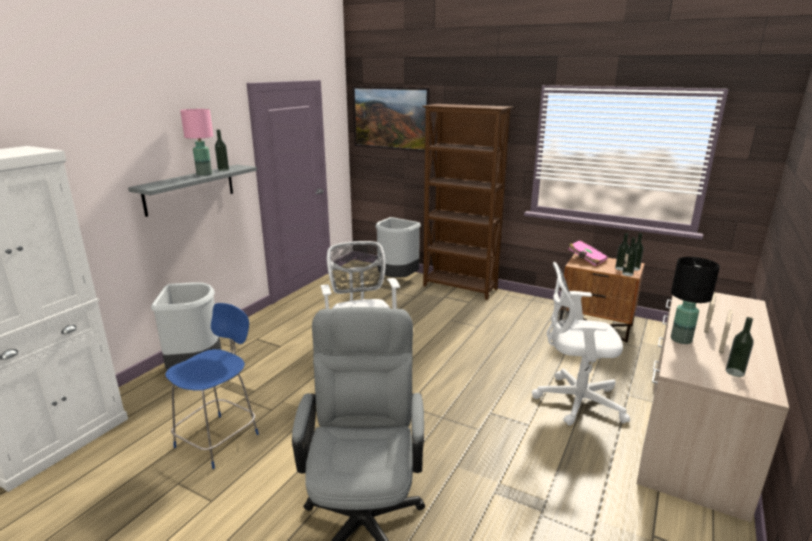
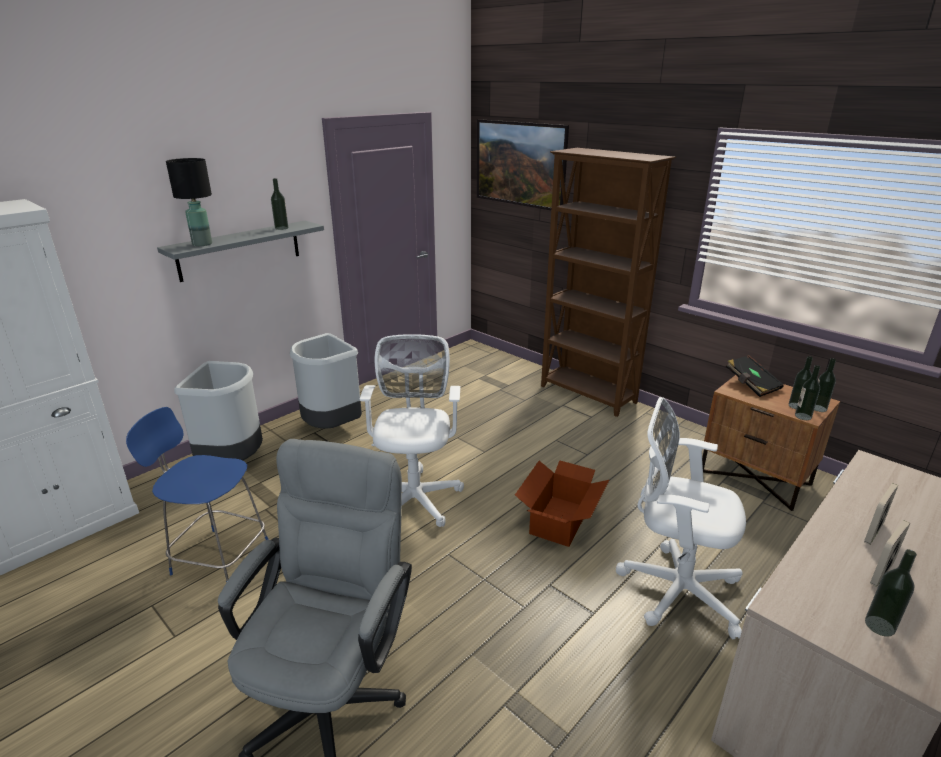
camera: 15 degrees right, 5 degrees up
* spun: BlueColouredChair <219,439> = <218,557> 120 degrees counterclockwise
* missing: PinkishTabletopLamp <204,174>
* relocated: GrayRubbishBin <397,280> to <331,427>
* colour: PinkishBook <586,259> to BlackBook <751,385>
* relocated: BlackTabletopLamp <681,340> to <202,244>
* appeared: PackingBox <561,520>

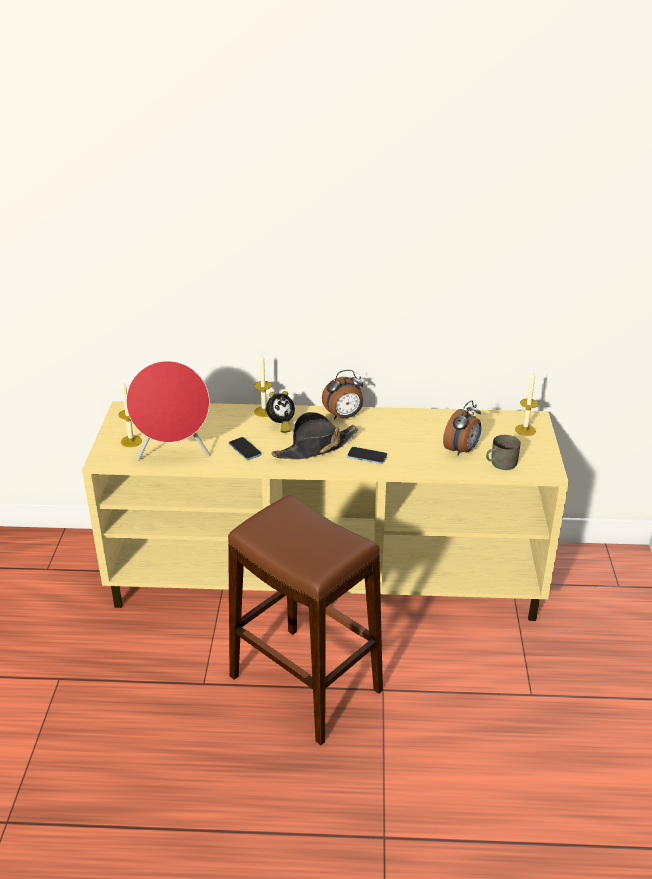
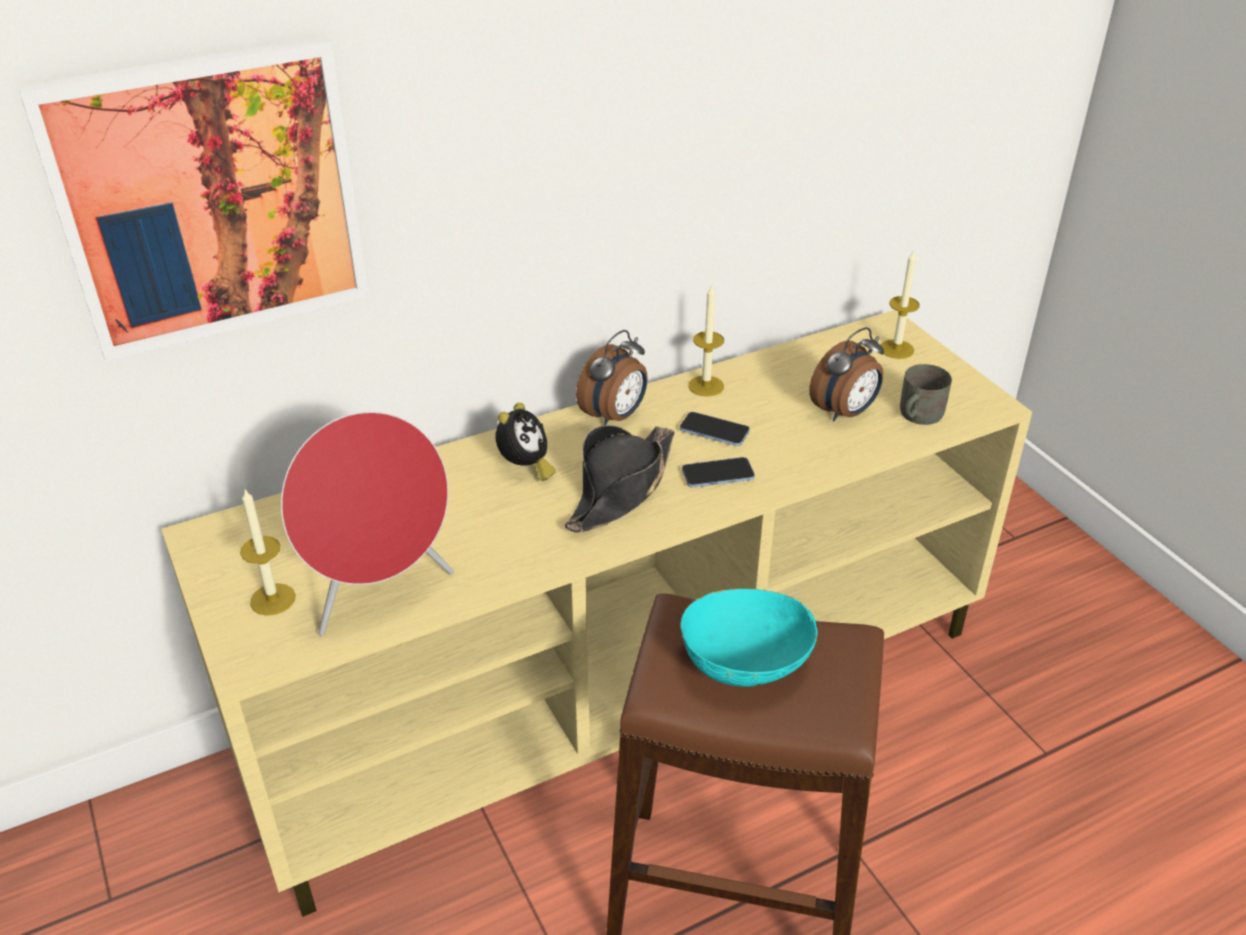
camera: 30 degrees left, 5 degrees up
* relocated: Phone <245,449> to <714,431>
* relocated: Candle <264,411> to <706,386>
* spun: TableClock <462,450> = <845,413> 45 degrees clockwise
* appeared: Picture <210,198>
* appeared: TurquoiseBowl <745,662>

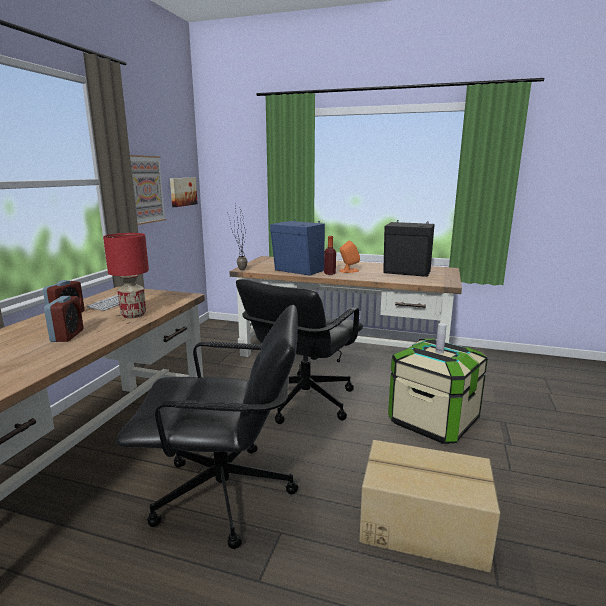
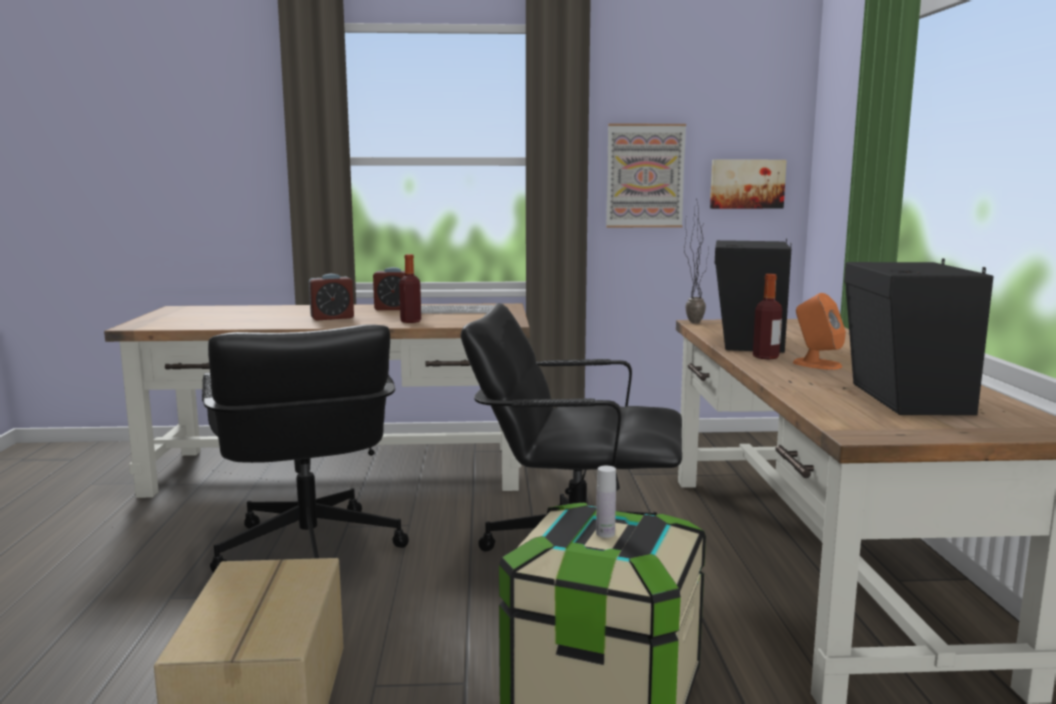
camera: 70 degrees right, 5 degrees down
* exchanged: RedColouredTabletopLamp <133,315> to BeverageBottle <411,321>
* colour: BlueColouredLoudspeaker <298,271> to BlackLoudspeaker <747,342>

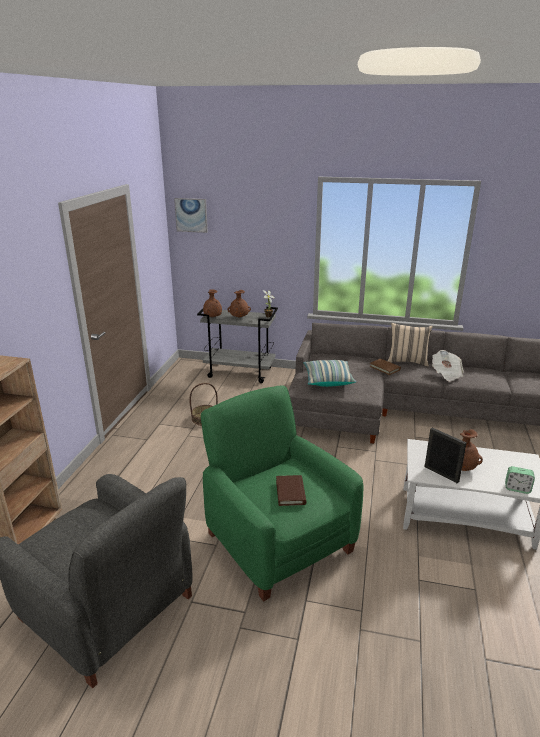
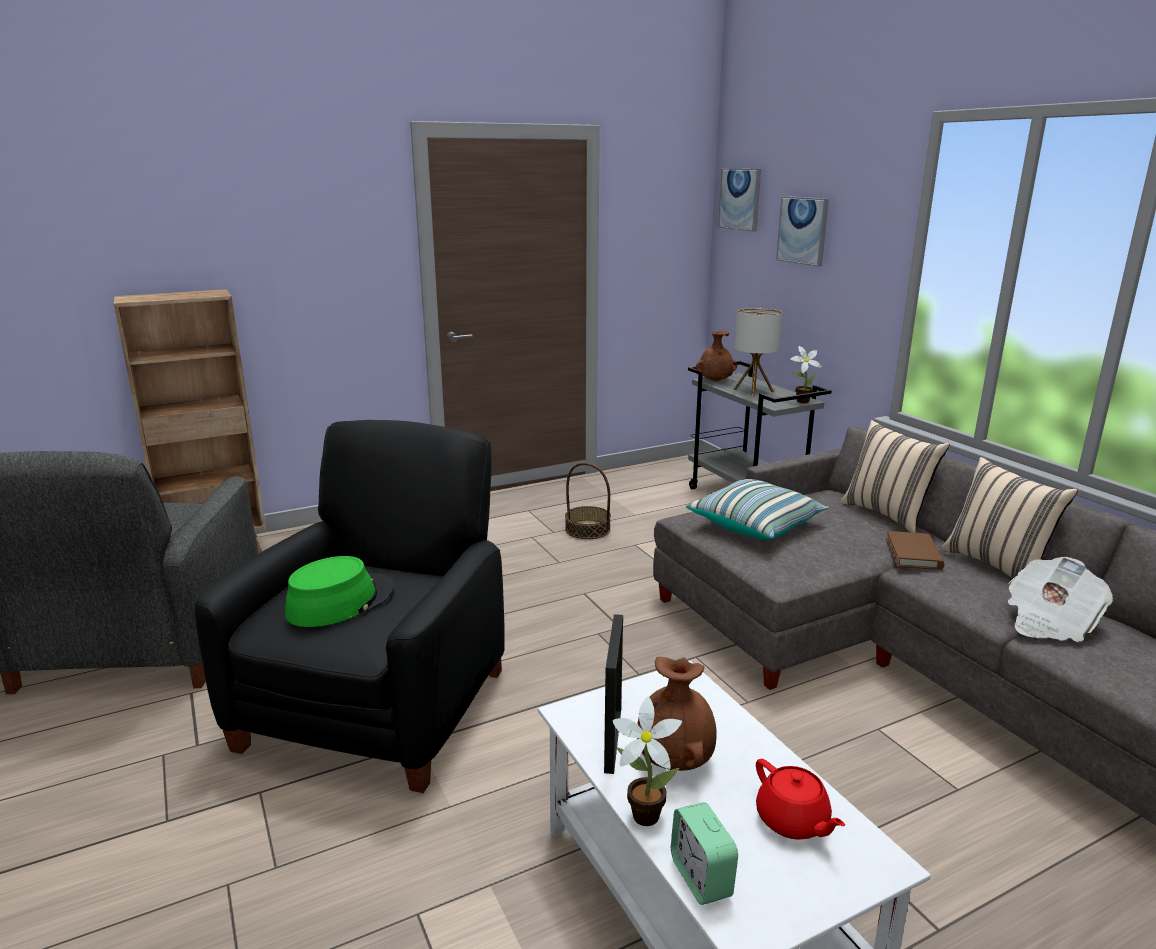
camera: 50 degrees right, 5 degrees down
* colour: GreenColouredArmchair <278,540> to BlackArmchair <378,706>
* exchanged: BrownDecorativeVase <239,317> to TabletopLamp <753,390>
* exchanged: BrownBook <290,492> to GreenColouredHat <340,601>
* appeared: PlantInAPot <642,813>
* appeared: RedColouredTeapot <793,821>
* appeared: Picture <803,230>
* appeared: BeigePillow <887,514>

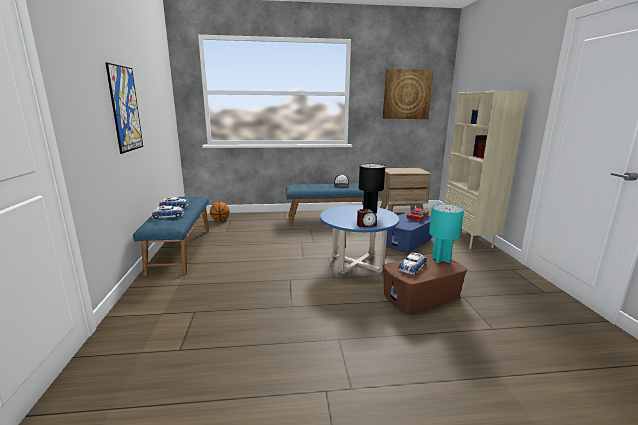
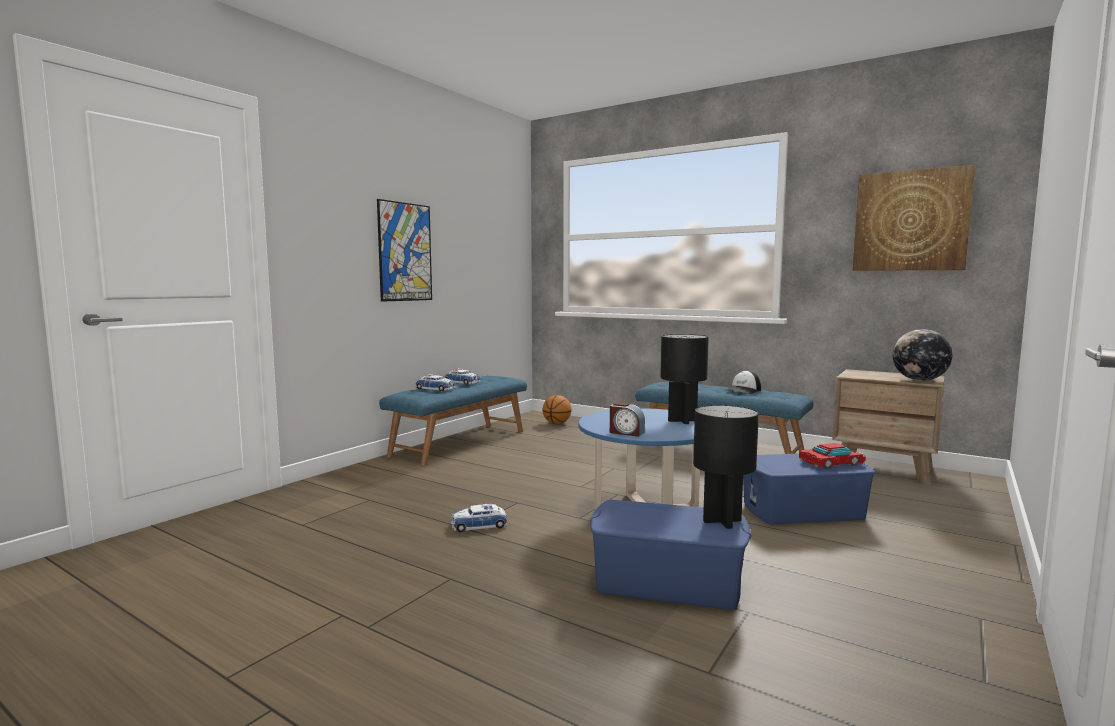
camera: 40 degrees right, 10 degrees down
* colour: BrownStorageBox <421,296> to BlueColouredStorageBox <667,583>
* relocated: ModelCar <412,267> to <479,525>
* colour: TurquoiseTabletopLamp <440,260> to BlackTabletopLamp <721,521>
* missing: BeigeBookcase <469,238>
* appeared: Globe <919,380>

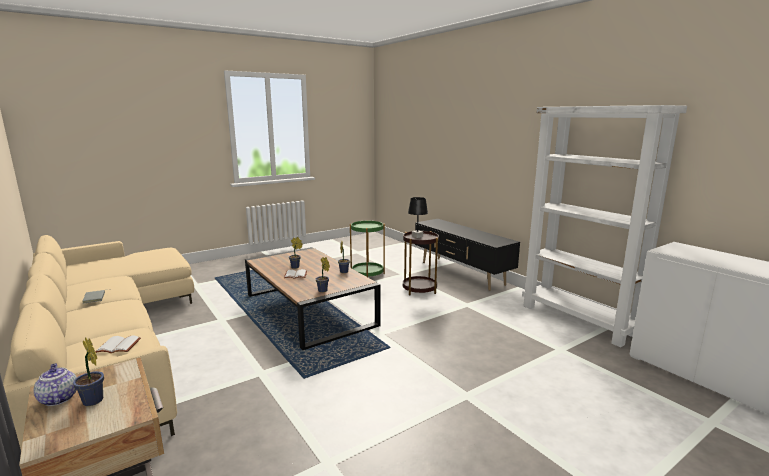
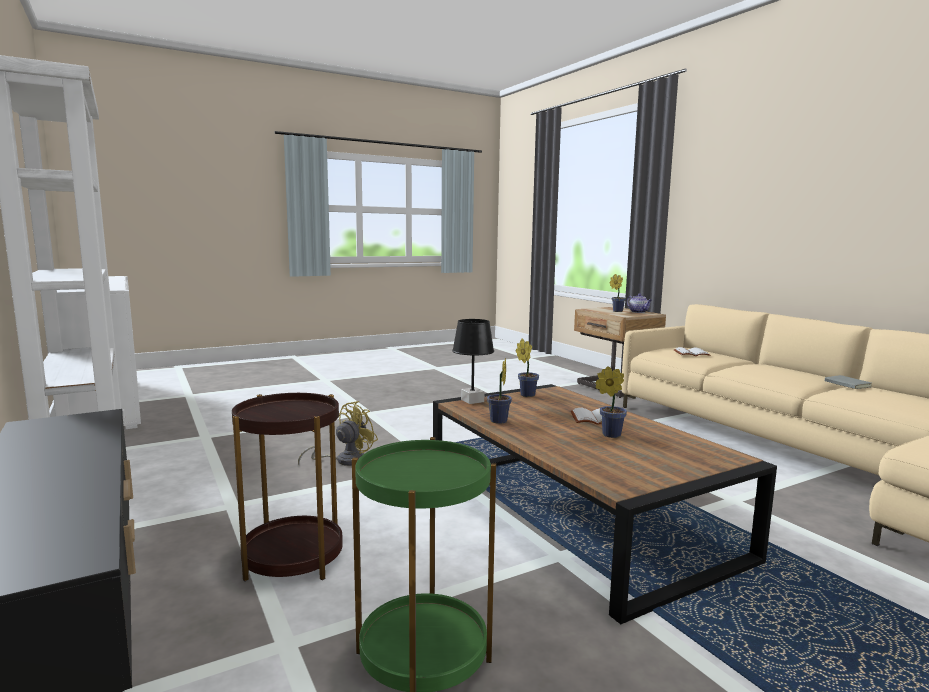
camera: 175 degrees left, 5 degrees down
* relocated: BlackTabletopLamp <417,236> to <472,400>
* appeared: YellowElectricFan <344,460>

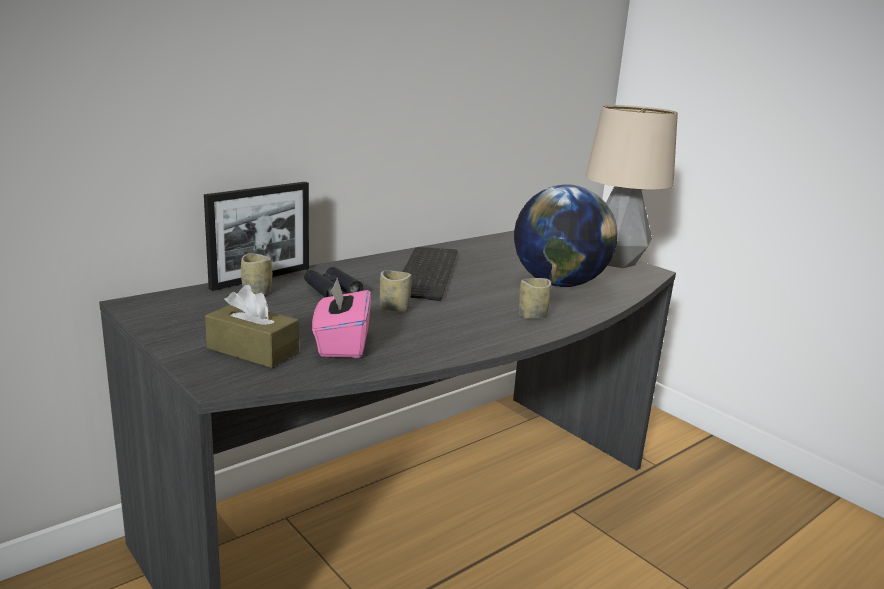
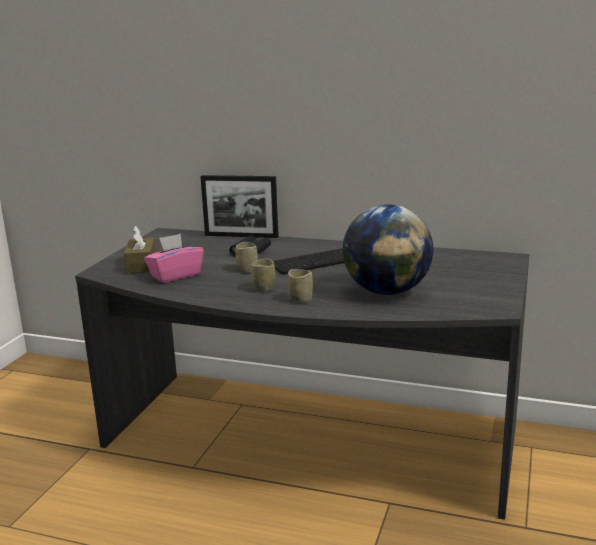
camera: 60 degrees right, 0 degrees up
* relocated: Cup <257,292> to <264,289>
* missing: TabletopLamp <616,262>

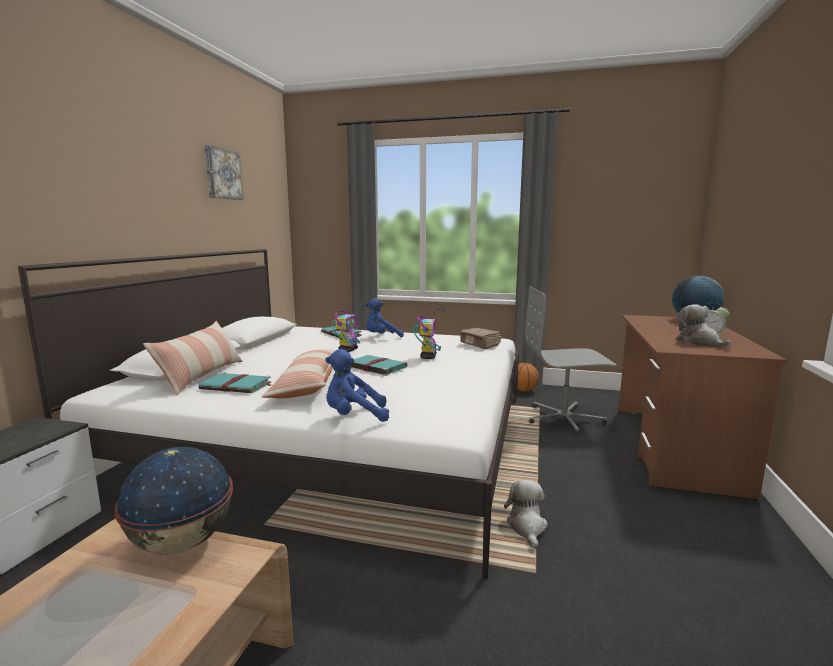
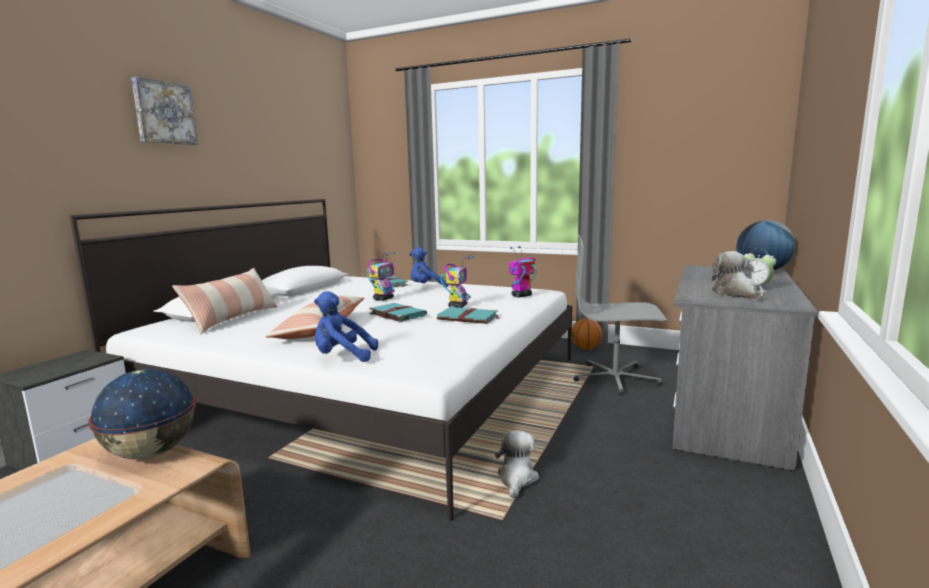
camera: 10 degrees right, 0 degrees up
* relocated: TurquoiseBook <237,386> to <469,318>
* relocated: Picture <222,174> to <164,113>
* exchanged: BrownBook <480,344> to ModelRobot <521,296>
* colour: BrownDeskTable <674,447> to GrayDeskTable <726,412>

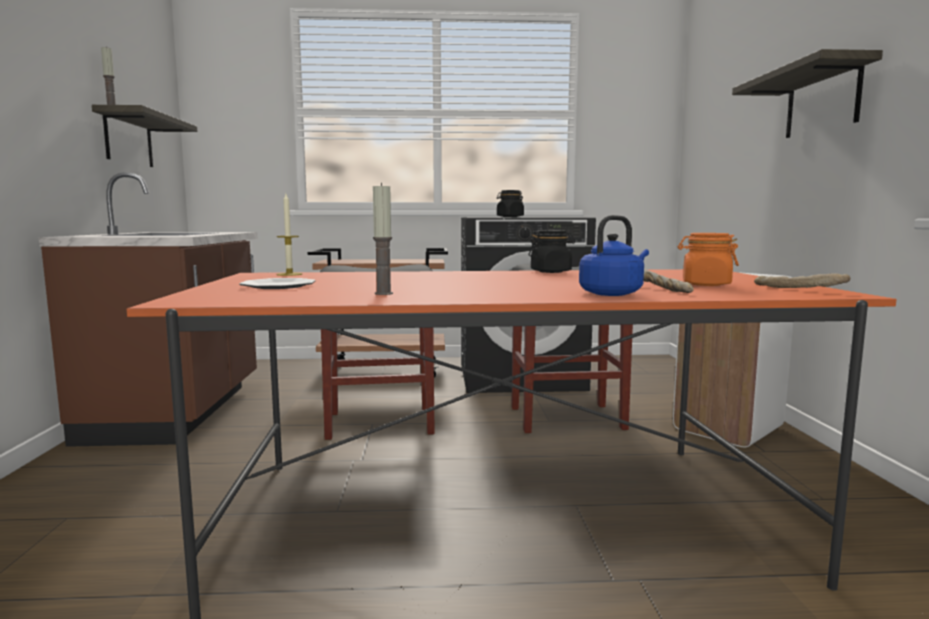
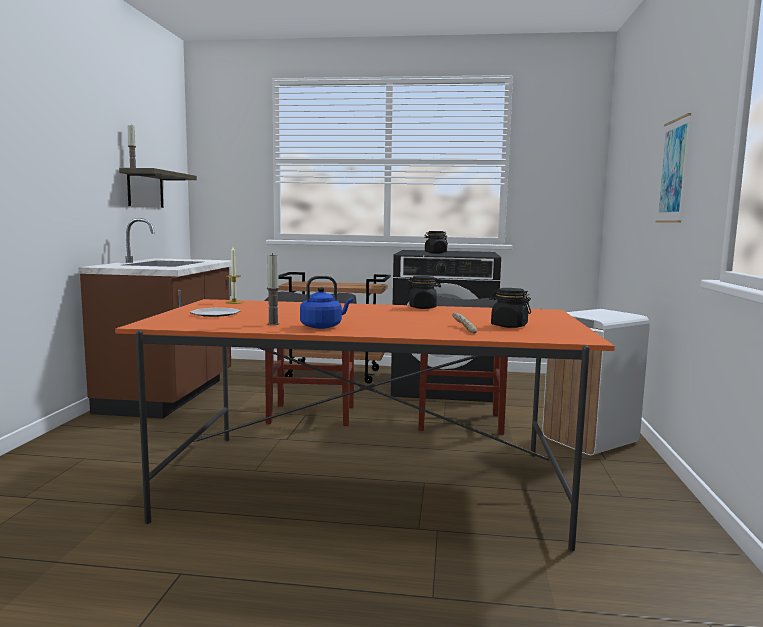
camera: 10 degrees right, 0 degrees up
* relocated: BlueColouredWaterKettle <613,293> to <323,326>
* colour: OrangeColouredStorageJar <705,284> to BlackStorageJar <508,326>
* exchanged: WallShelf <822,101> to Picture <673,171>
* missing: BakeryBread <798,289>

